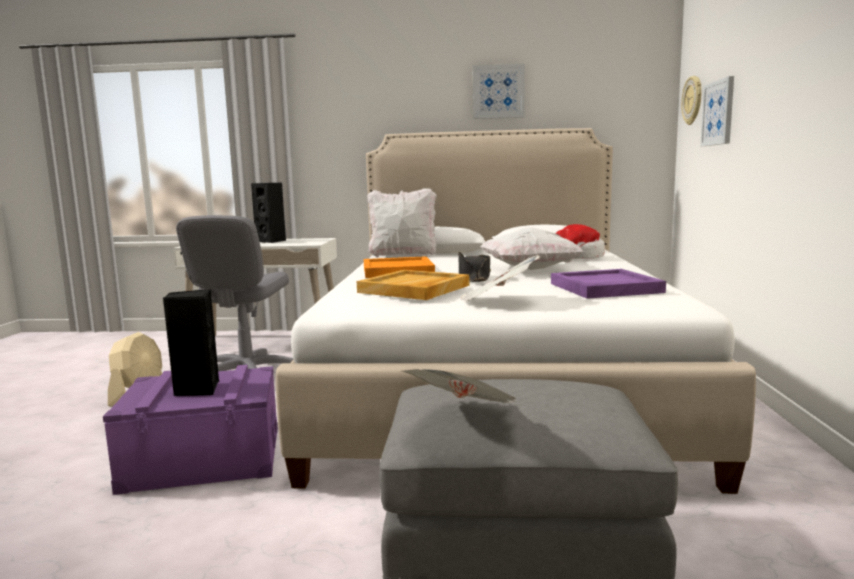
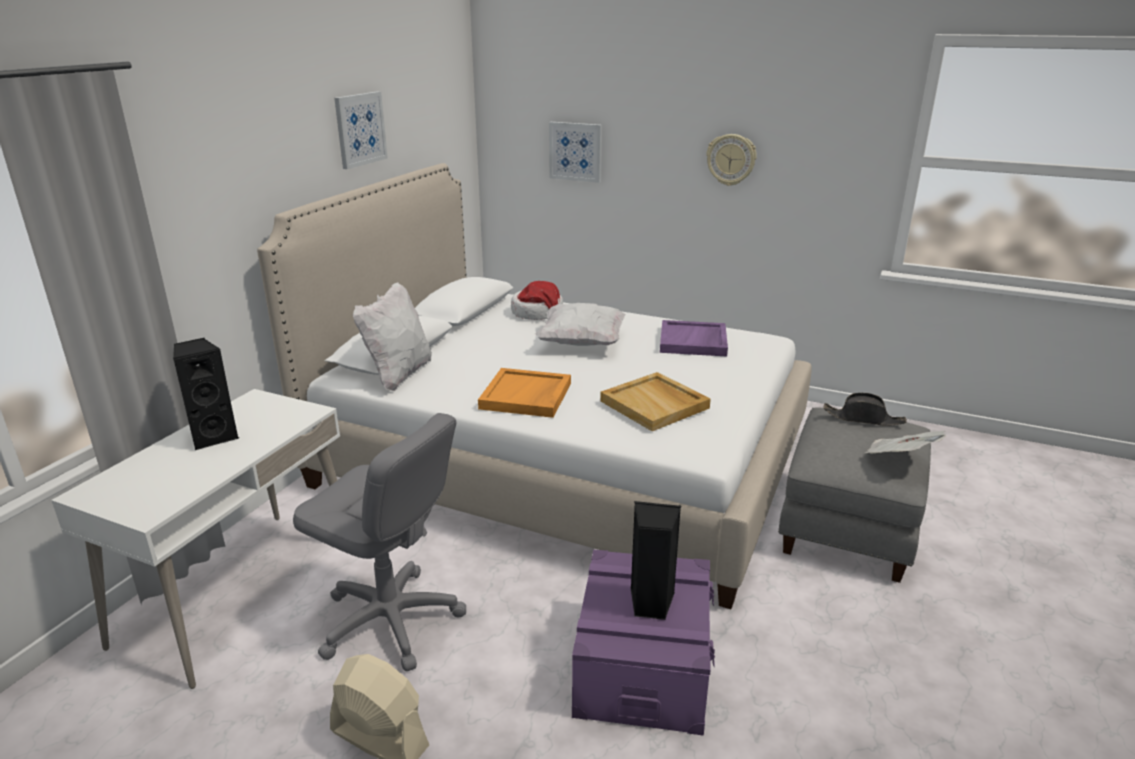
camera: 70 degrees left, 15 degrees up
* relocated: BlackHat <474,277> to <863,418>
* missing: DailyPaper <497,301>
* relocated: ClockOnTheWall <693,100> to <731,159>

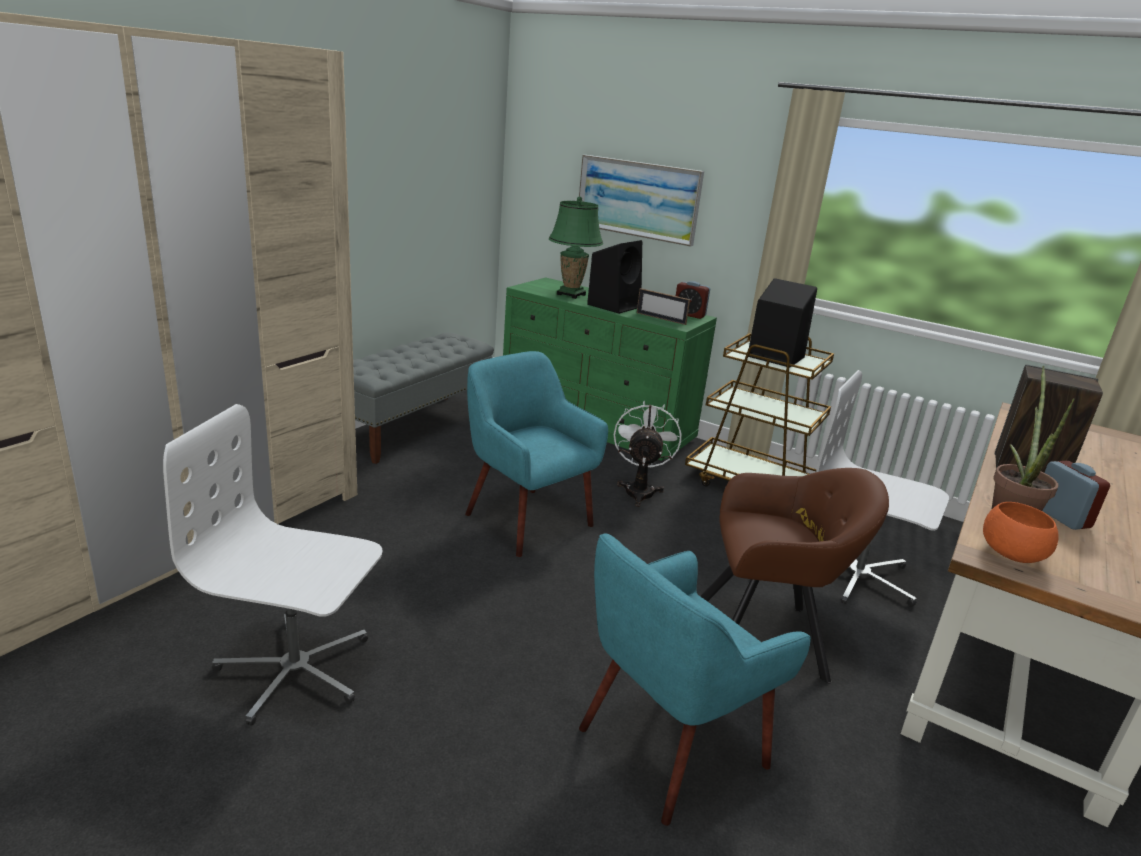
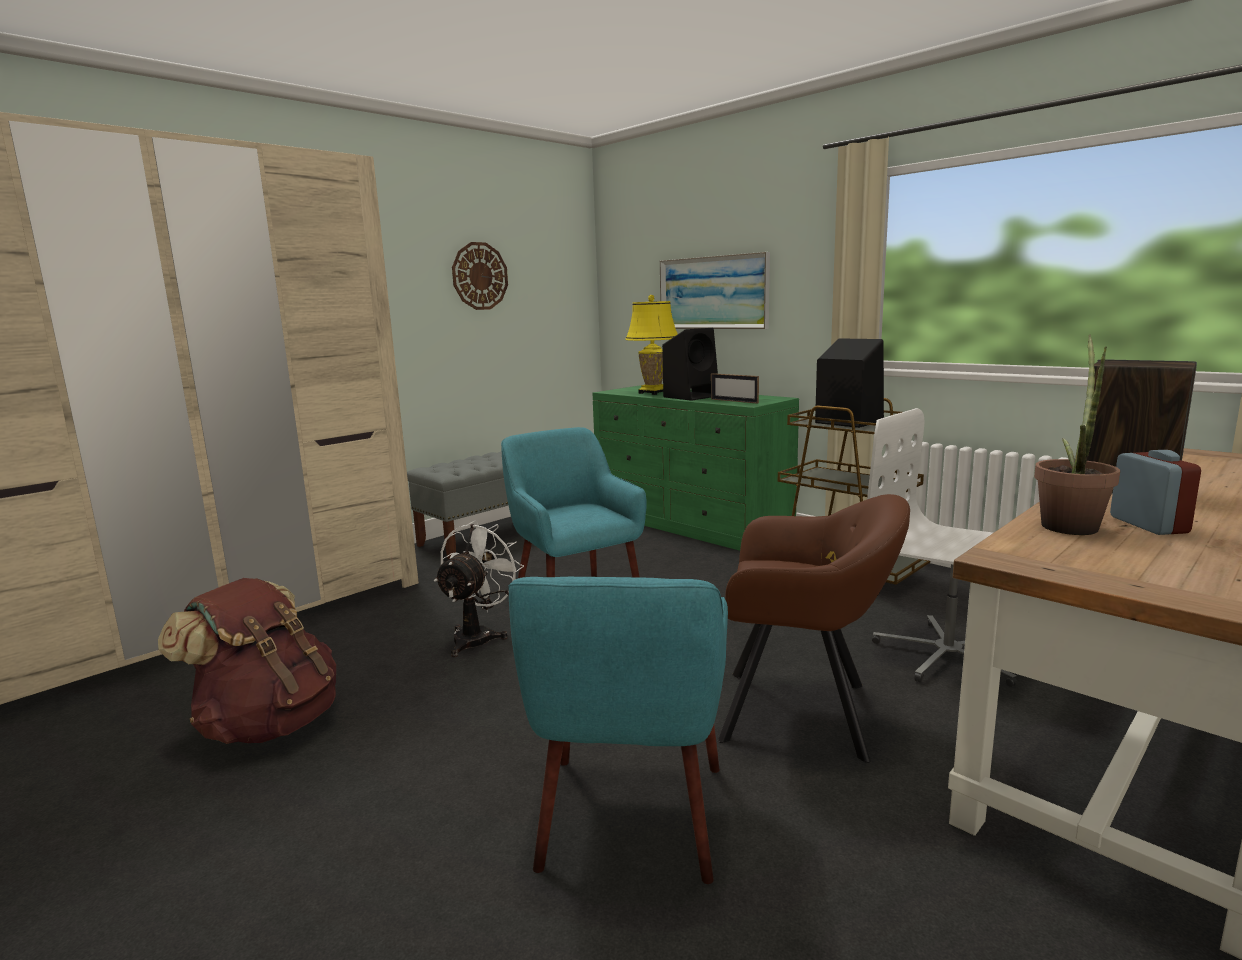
camera: 15 degrees right, 10 degrees down
* exchanged: WhiteColouredDeskChair <295,670> to BrownRucksack <269,724>
* colour: GreenColouredTabletopLamp <571,294> to YellowTabletopLamp <653,393>
* spun: TurquoiseArmchair <669,745> = <630,816> 60 degrees counterclockwise
* relocated: WhiteColouredElectricFan <639,490> to <478,636>
* missing: TableClock <689,315>
* missing: OrangeColouredBowl <1012,555>
* appeared: ClockOnTheWall <480,276>

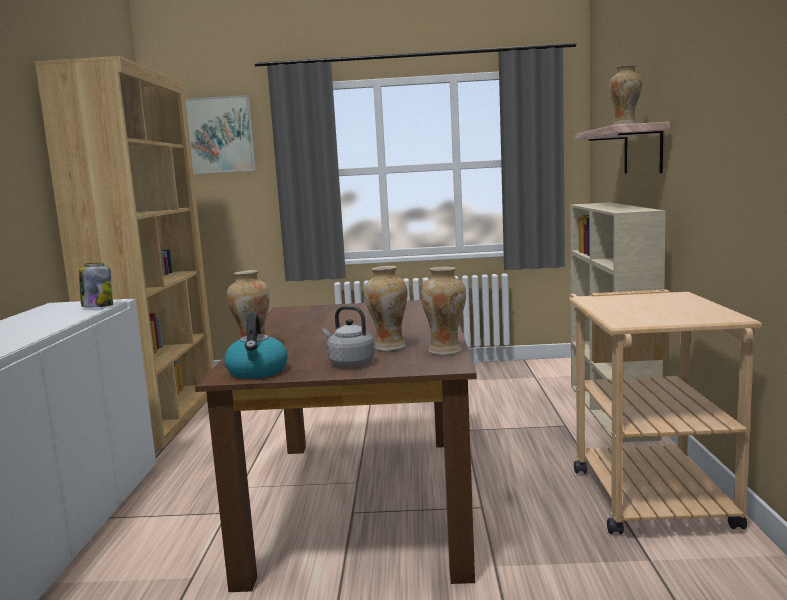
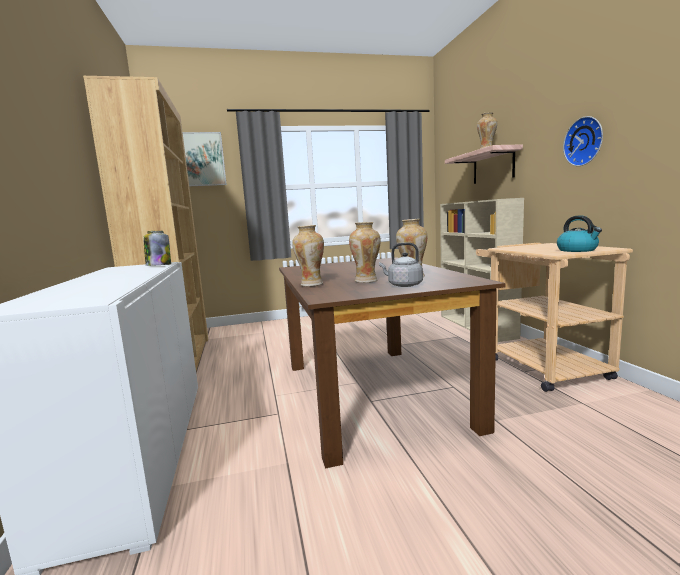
camera: 15 degrees left, 0 degrees up
* relocated: WaterKettle <257,372> to <577,250>
* relocated: DecorativeVase <446,351> to <366,281>
* appeared: ClockOnTheWall <585,141>

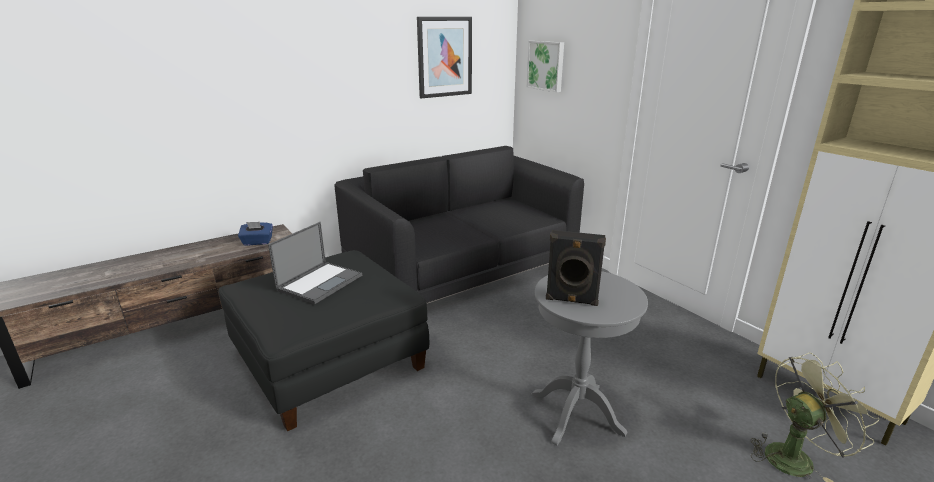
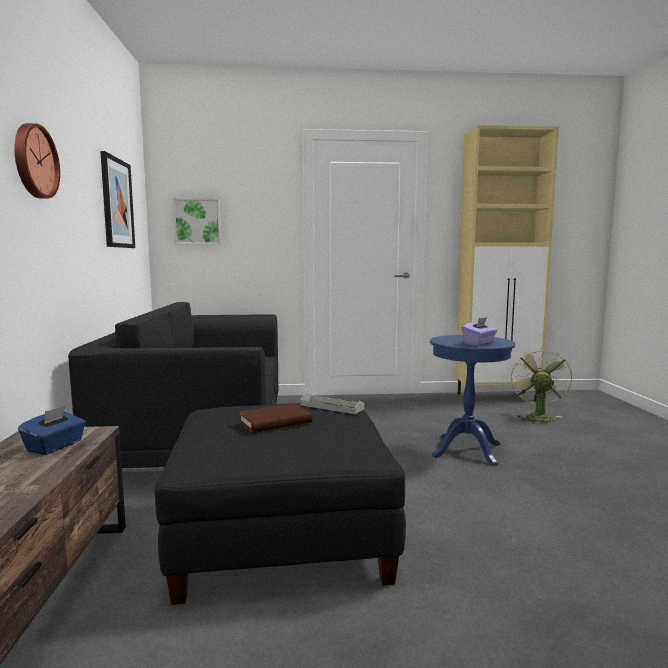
camera: 60 degrees left, 15 degrees down
* exchanged: Laptop <320,282> to BrownBook <275,422>
* colour: GrayAccentTable <577,413> to BlueColouredAccentTable <467,450>
* exchanged: BlackLoudspeaker <571,300> to PurpleBoxOfTissues <479,343>
* appeared: ClockOnTheWall <34,161>
* appeared: GrayTray <331,407>

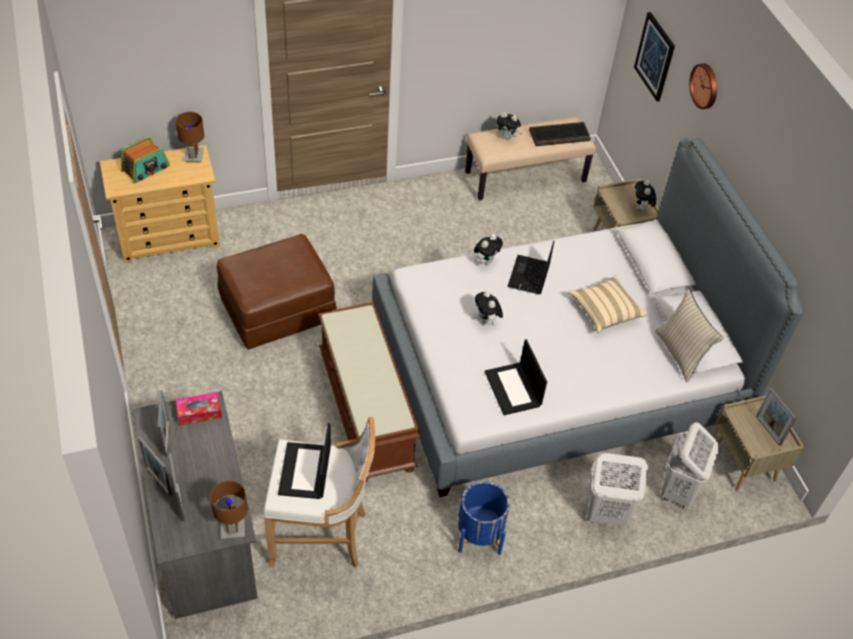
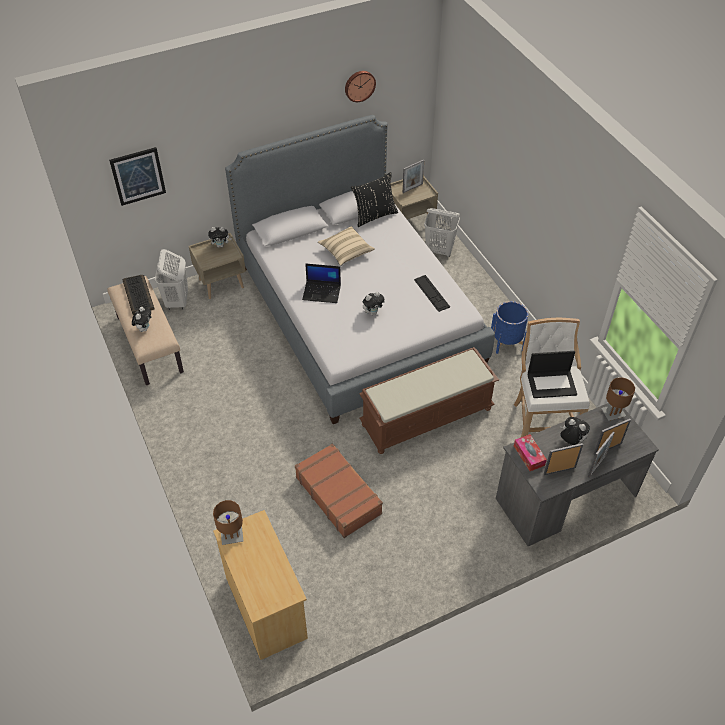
camera: 95 degrees left, 0 degrees up
* missing: Radio <146,169>
* exchanged: BrownPouffe <278,309> to BrownTravelCase <338,495>
* relocated: SoftToy <486,261> to <571,440>
* exchanged: Laptop <513,389> to ComputerKeyboard <431,293>
* relocated: WhiteColouredHamper <605,513> to <177,301>
* colour: BeigePillow <680,353> to BlackPillow <374,216>
* relocated: ClockOnTheWall <705,86> to <359,85>

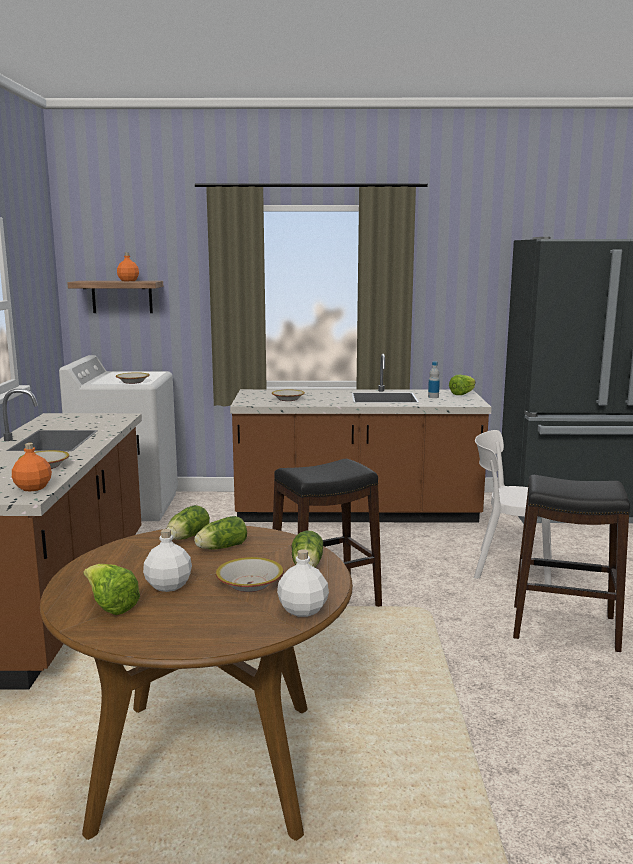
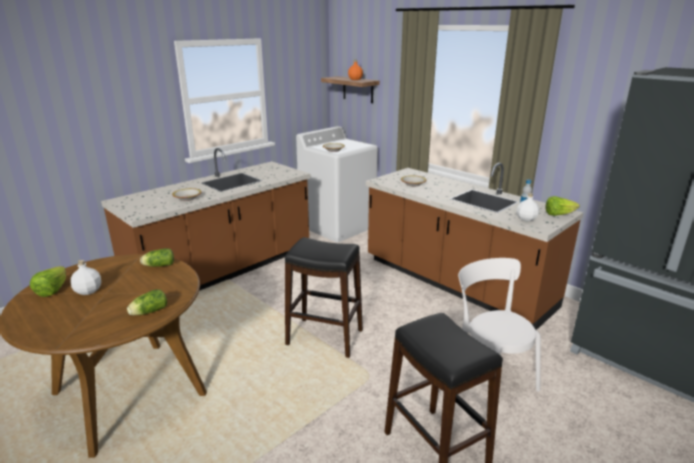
camera: 45 degrees right, 10 degrees up
* missing: OrangeColouredBeverageBottle <33,488>
* missing: Lettuce <220,548>
* missing: Bowl <249,584>
* relocated: WhiteColouredBeverageBottle <303,610> to <526,219>

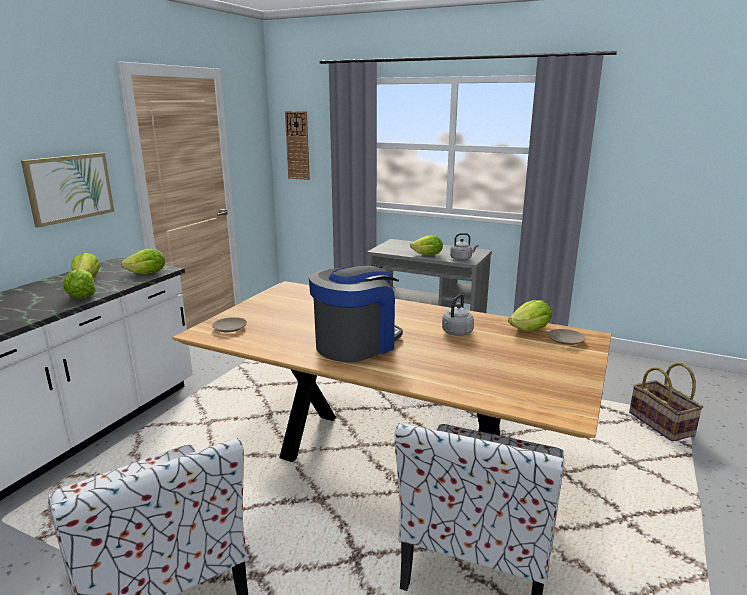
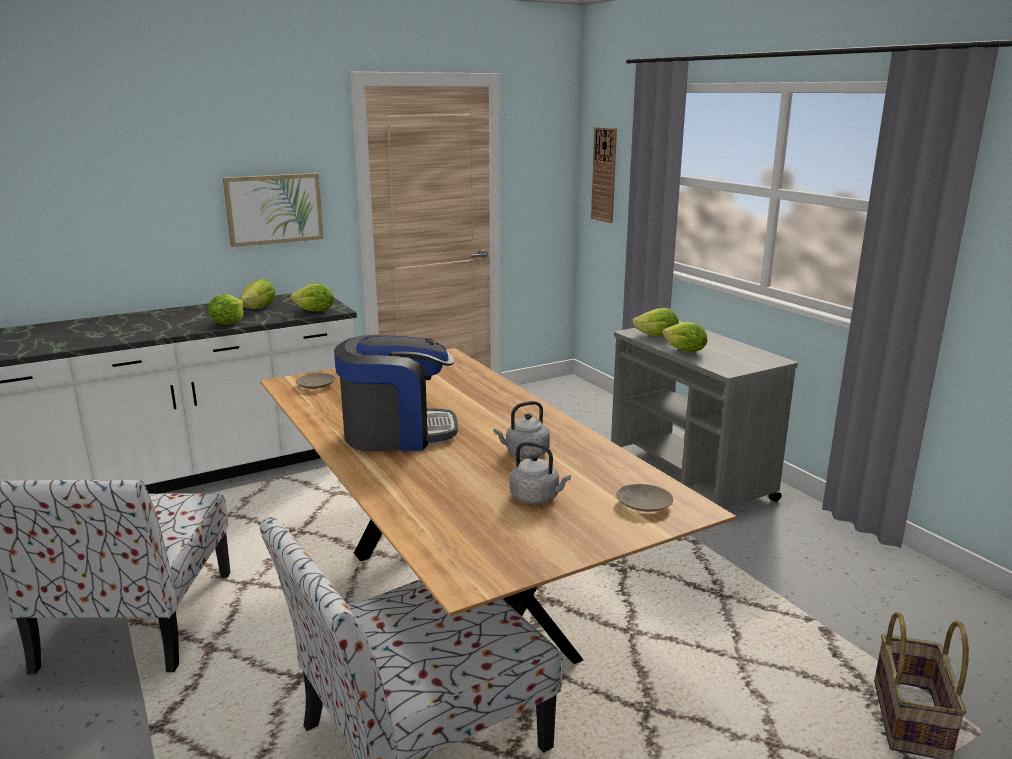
camera: 35 degrees right, 0 degrees up
* relocated: GrayWaterKettle <462,259> to <537,498>
* relocated: Lettuce <530,330> to <657,336>

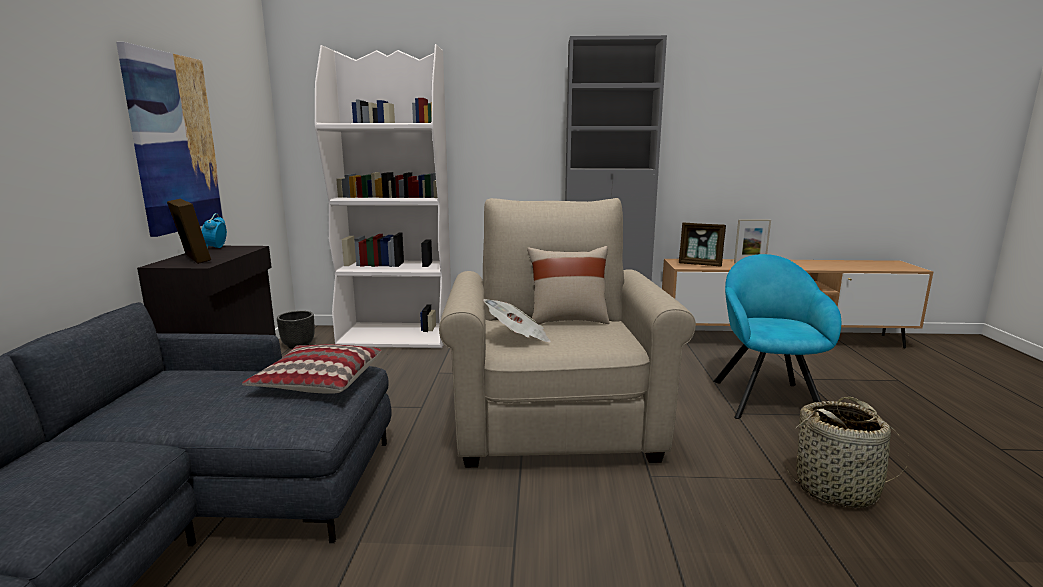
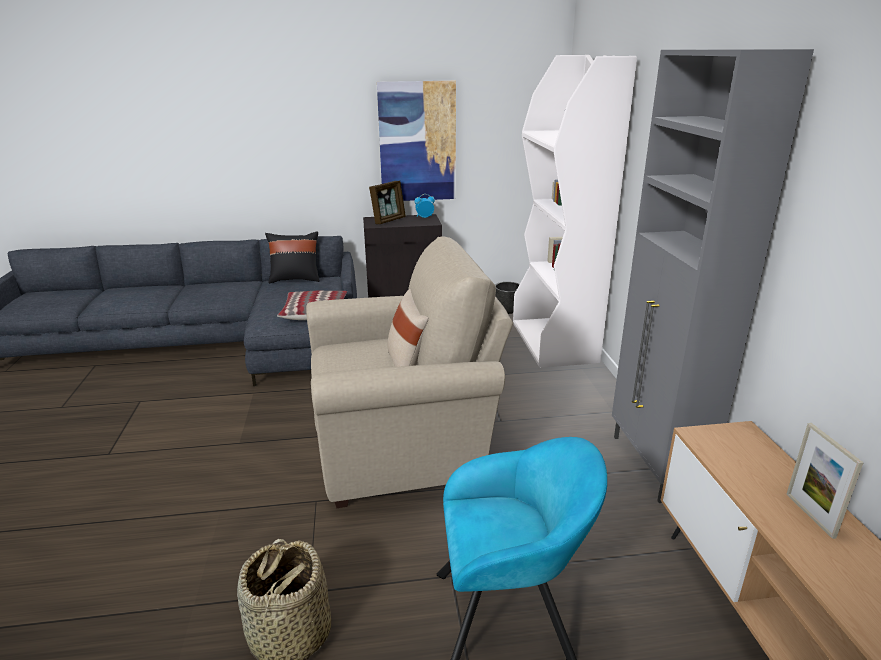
camera: 80 degrees right, 10 degrees up
* missing: DailyPaper <518,338>
* missing: PictureFrame <700,264>
* appeared: BlackPillow <295,279>

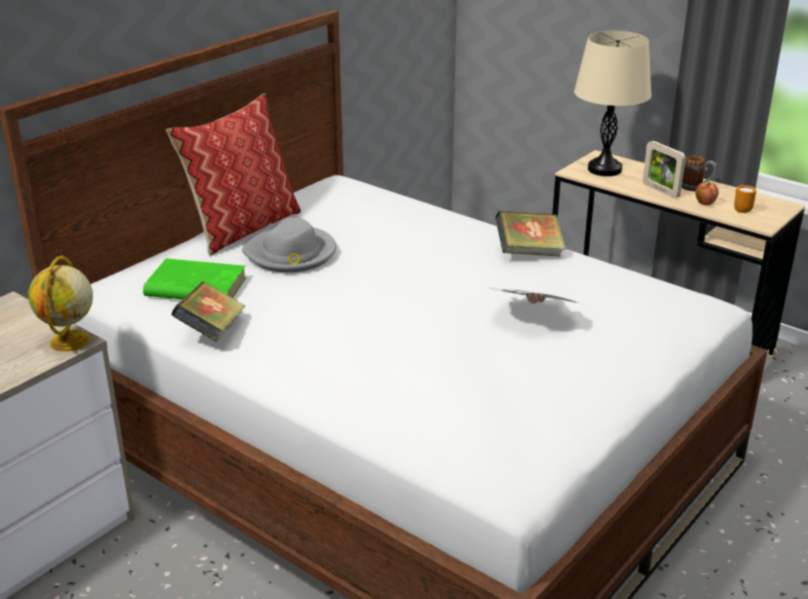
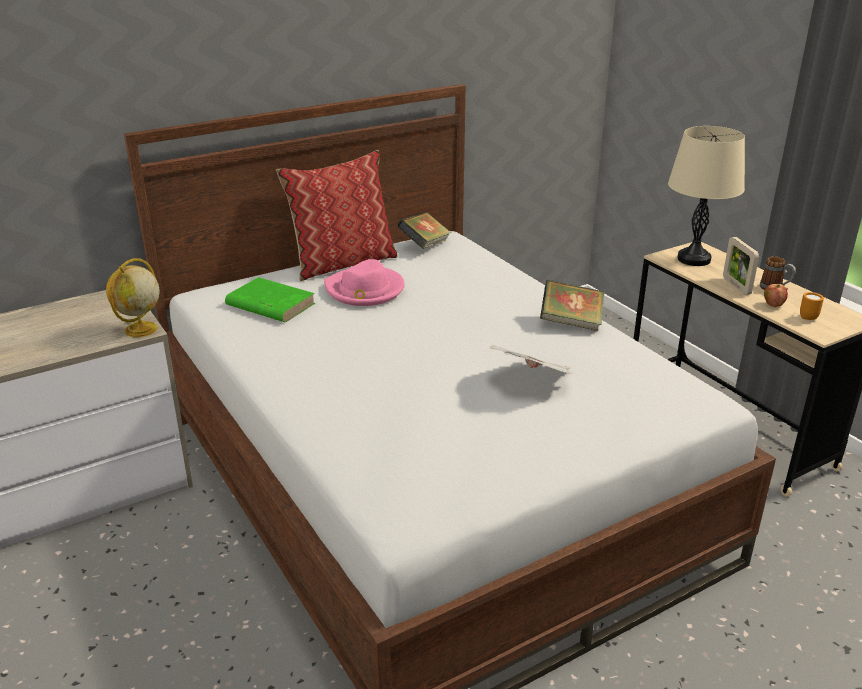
camera: 20 degrees right, 0 degrees up
* relocated: Book <211,331> to <424,245>
* colour: GrayHat <291,254> to PinkishHat <365,290>

